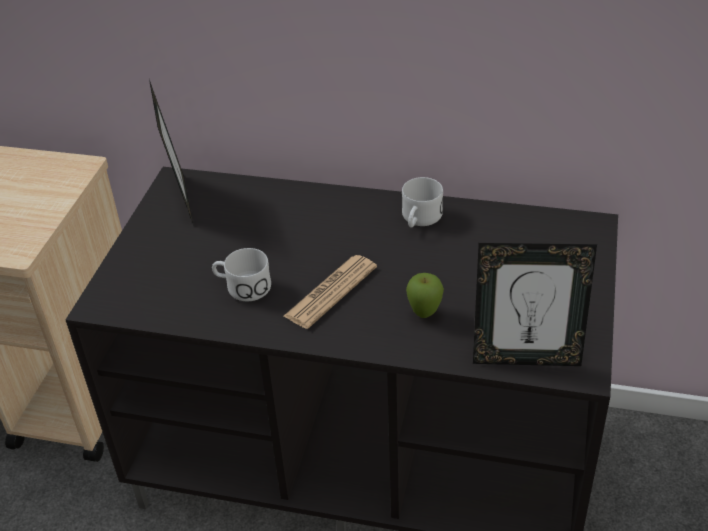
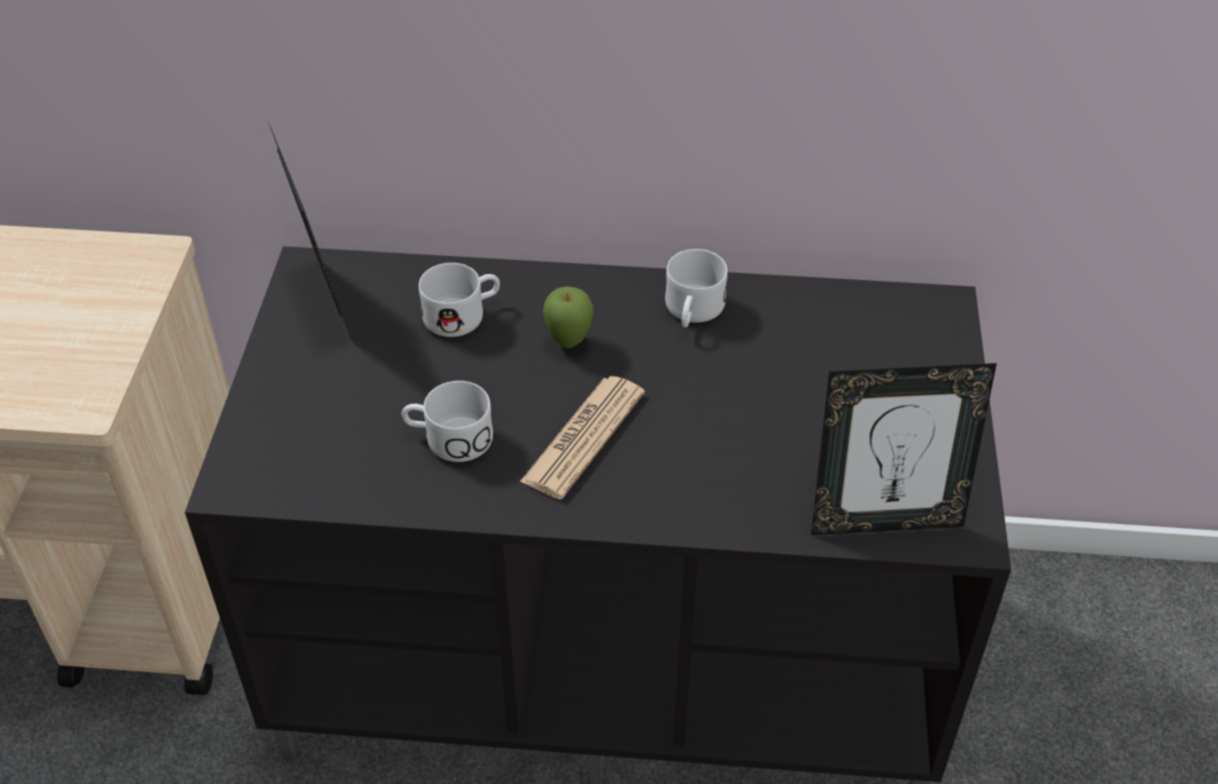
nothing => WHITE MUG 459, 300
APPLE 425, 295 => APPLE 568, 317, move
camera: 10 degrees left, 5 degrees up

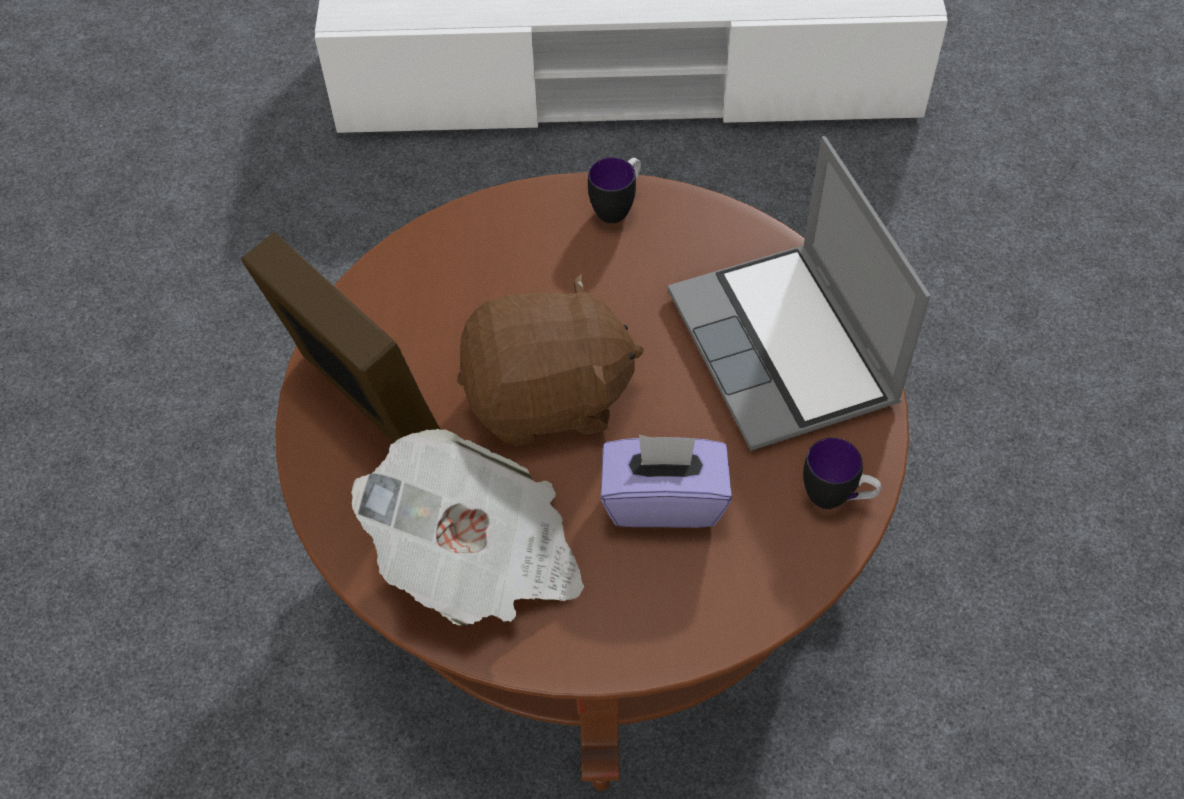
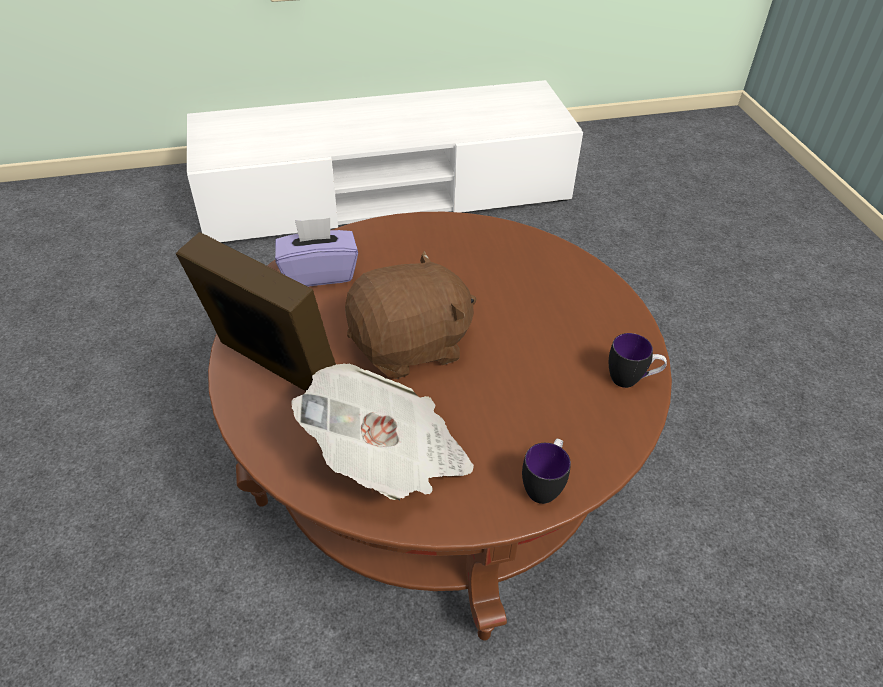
PURPLE TISSUE BOX 666, 481 => PURPLE TISSUE BOX 316, 252, move
MUG 614, 190 => MUG 546, 471, move
LAPTOP 799, 293 => nothing
camera: 15 degrees left, 10 degrees down

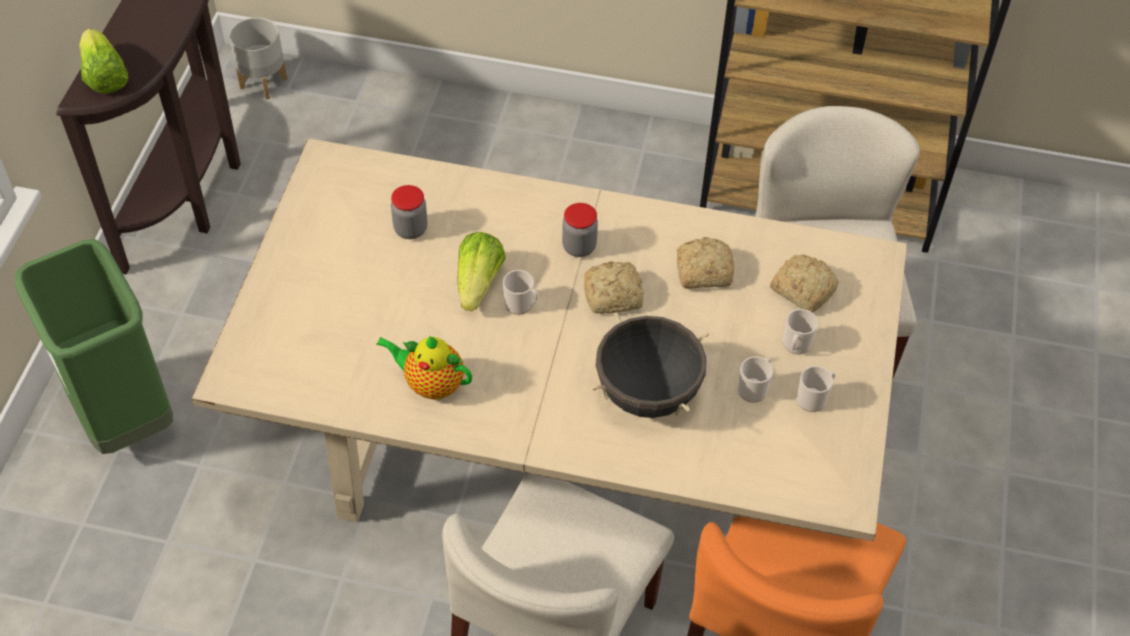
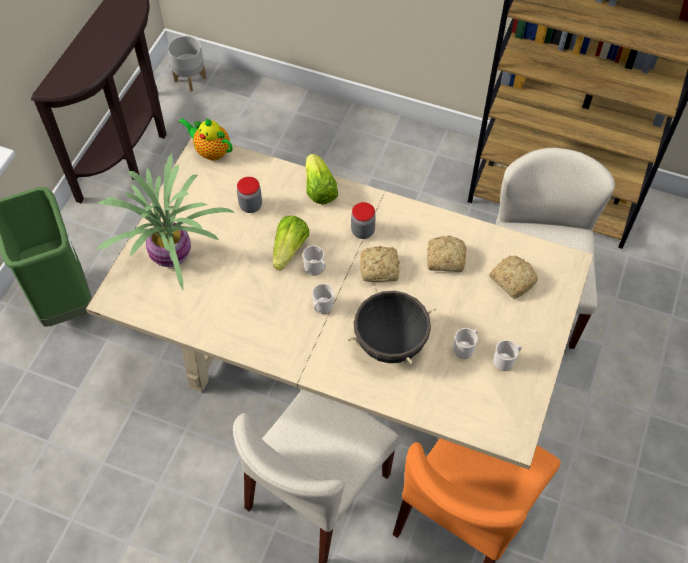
nothing => POTTED PLANT 165, 221
TEAPOT 424, 368 => TEAPOT 205, 139, move
LETTUCE 103, 61 => LETTUCE 321, 179, move
MUG 800, 331 => MUG 323, 298, move
camera: 10 degrees right, 5 degrees up

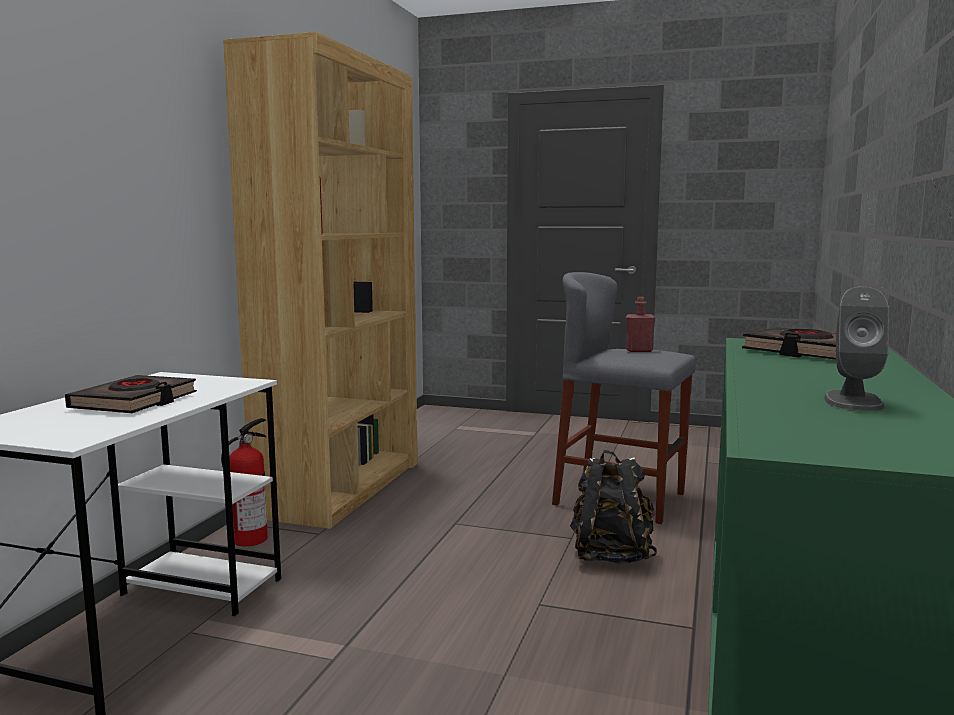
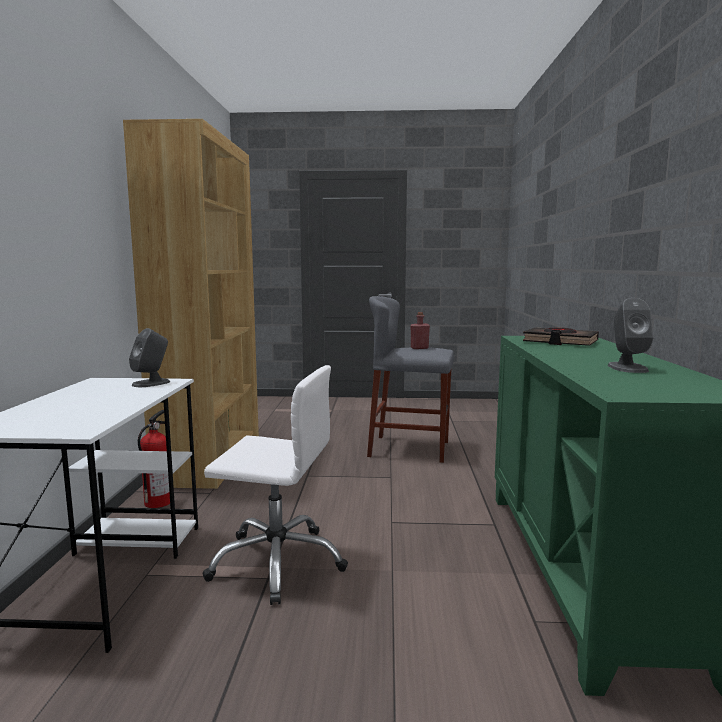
nothing => GREY SPEAKER 149, 357
nothing => WHITE OFFICE CHAIR 275, 485
BLACK BOOK 131, 394 => nothing
BLACK BACKPACK 613, 507 => nothing
camera: 15 degrees left, 0 degrees up

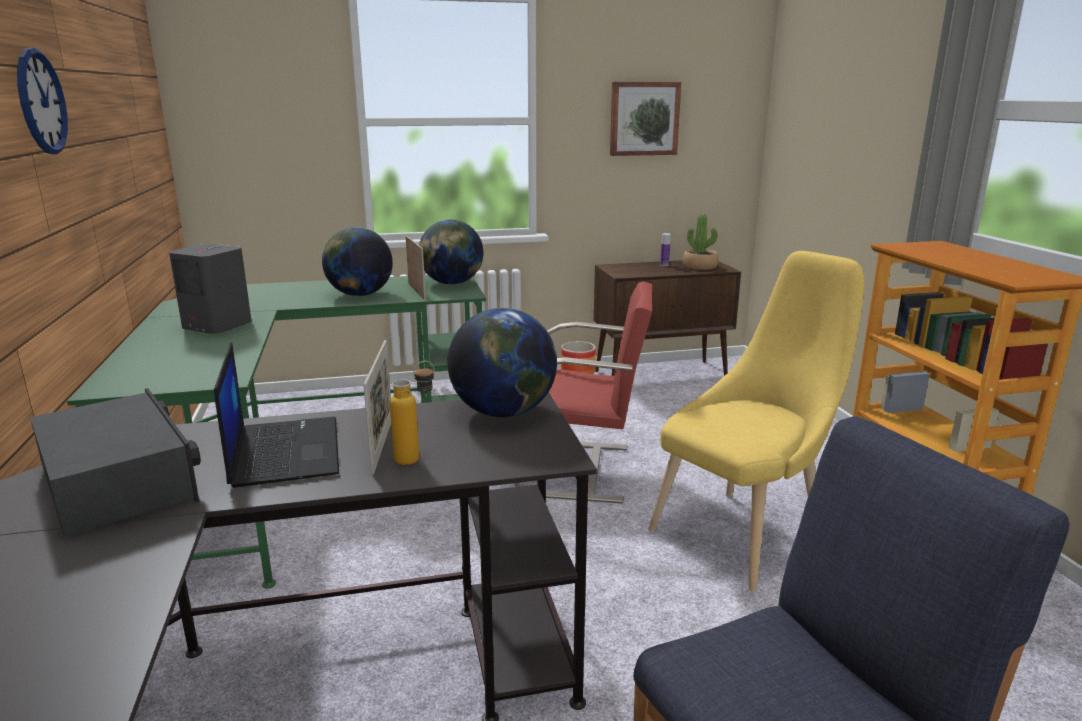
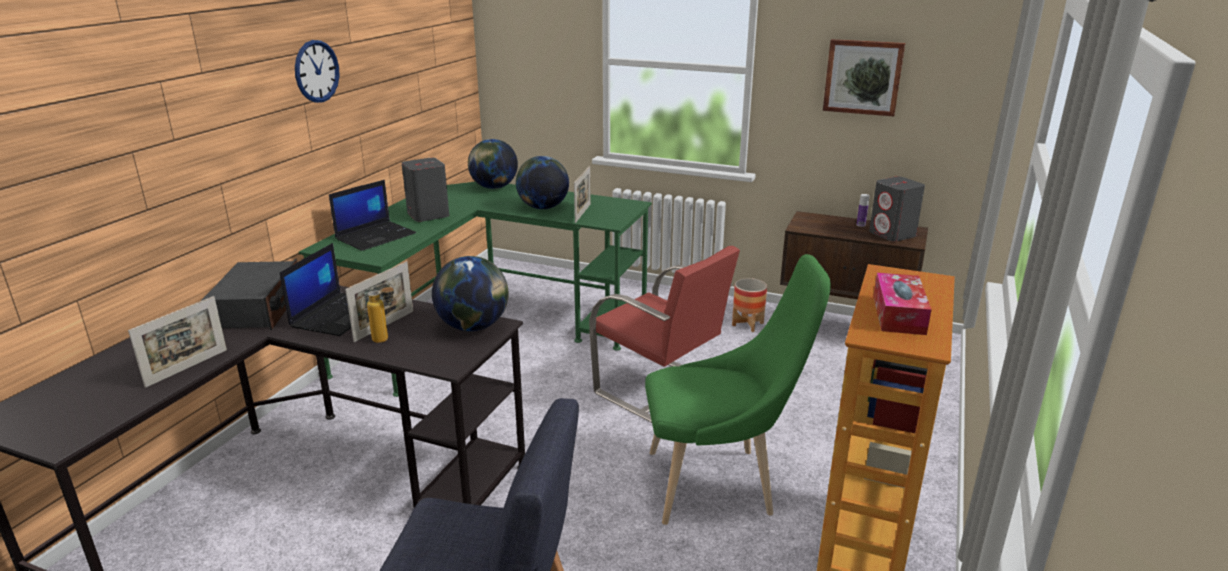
nothing => PICTURE FRAME 177, 342
nothing => LAPTOP 372, 215
GLOBE 451, 252 => GLOBE 493, 164, move
YELLOW CHAIR 756, 421 => GREEN CHAIR 738, 389
POTTED PLANT 701, 242 => GREY SPEAKER 897, 209
nothing => TISSUE BOX 902, 304
camera: 35 degrees right, 5 degrees up

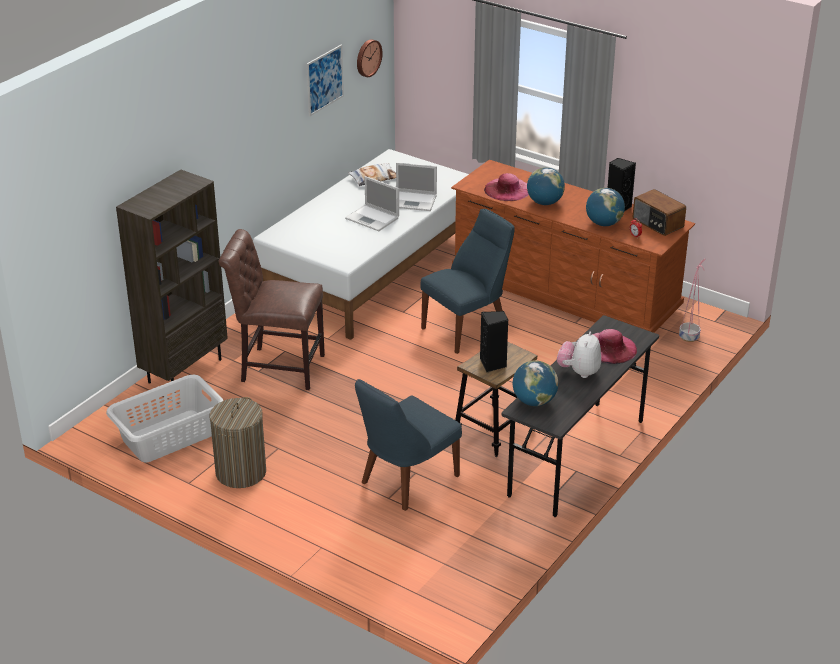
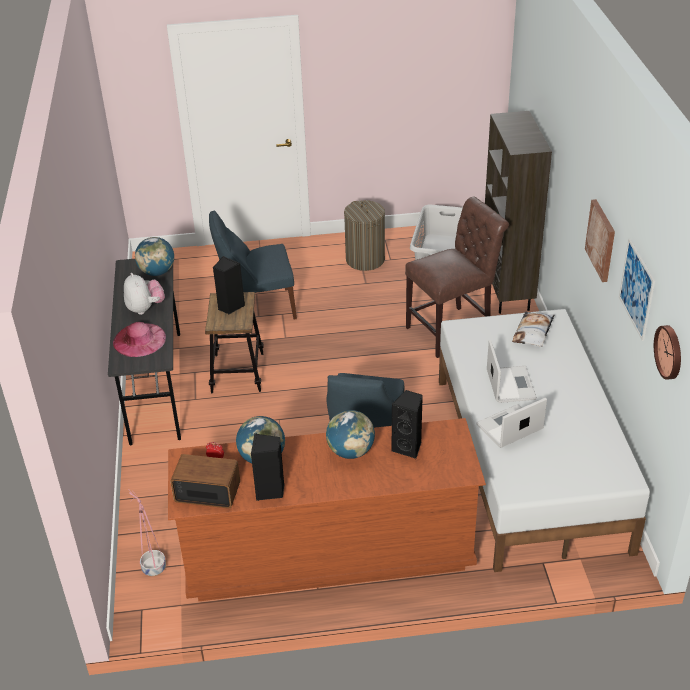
BLUE CHAIR 408, 445 => BLUE CHAIR 253, 265, 105 degrees counterclockwise
PINK HAT 506, 187 => BLACK SPEAKER 407, 424
LAPTOP 372, 203 => LAPTOP 512, 371, 90 degrees clockwise
PILLOW 372, 174 => PILLOW 533, 329, move
nothing => PICTURE 600, 240
camera: 140 degrees right, 5 degrees up

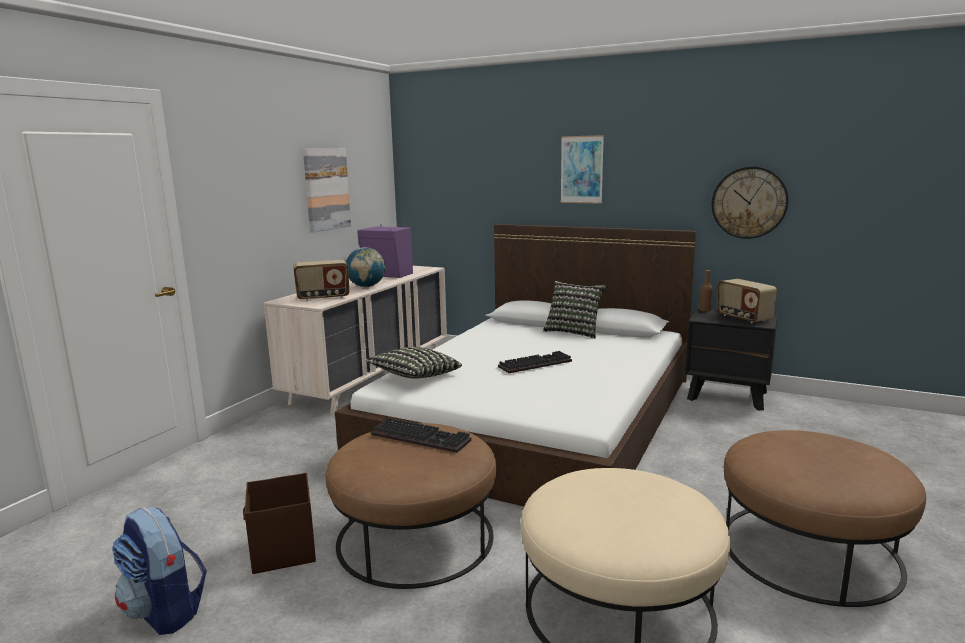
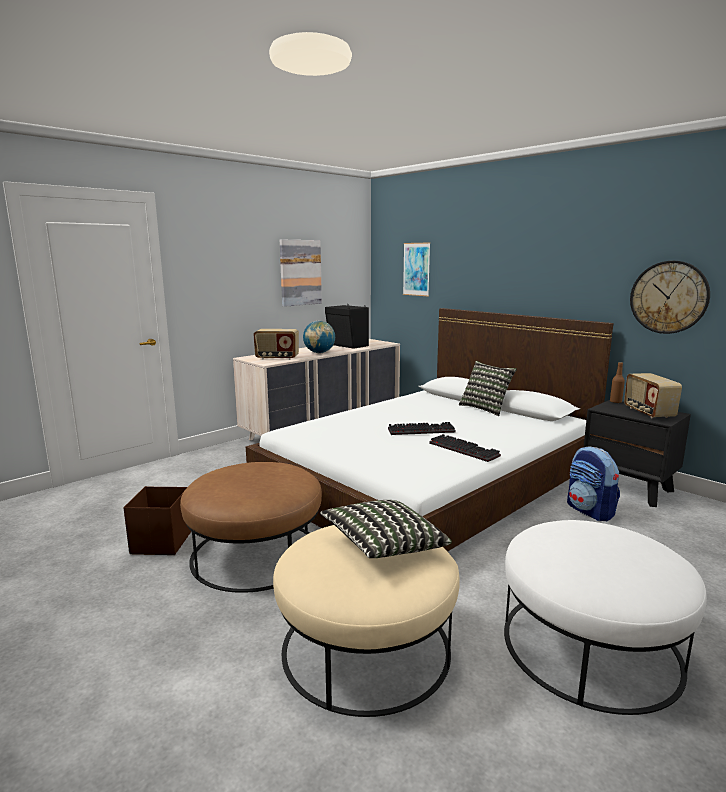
PILLOW 414, 363 => PILLOW 386, 529, move
PURPLE SPEAKER 385, 251 => BLACK SPEAKER 347, 326
PICTURE 582, 169 => PICTURE 416, 269, move
KEYBOARD 421, 435 => KEYBOARD 465, 448, move
BROWN OTTOMAN 825, 518 => WHITE OTTOMAN 605, 617
BACKPACK 159, 571 => BACKPACK 593, 483, move
camera: 20 degrees right, 0 degrees up

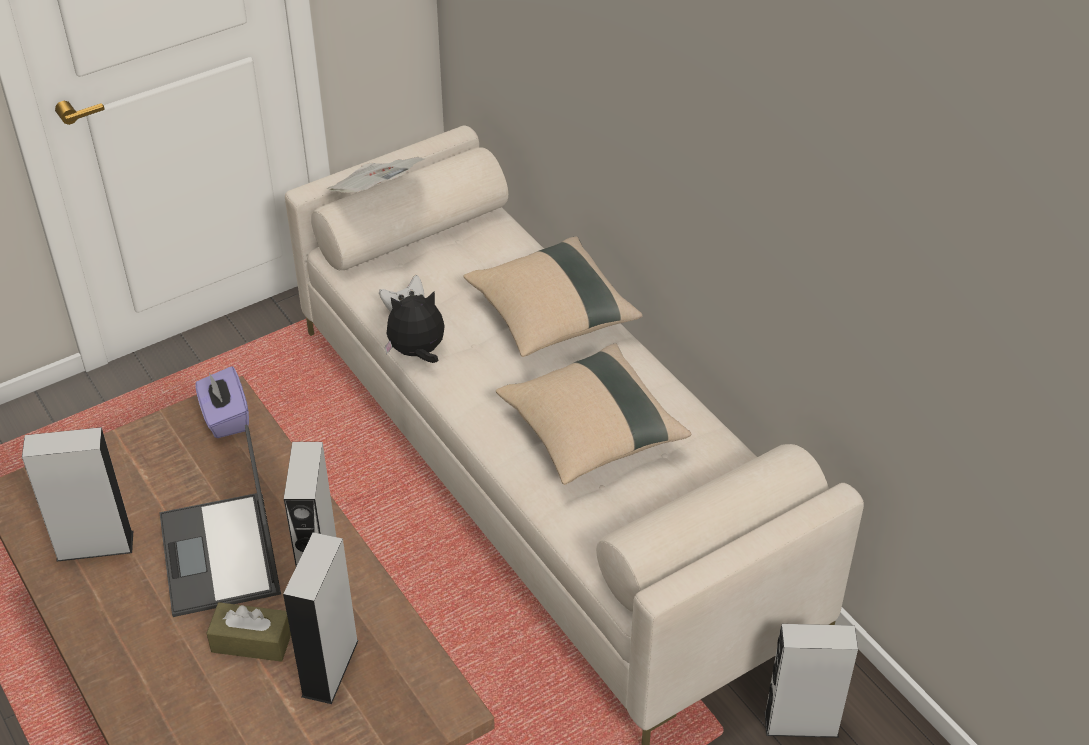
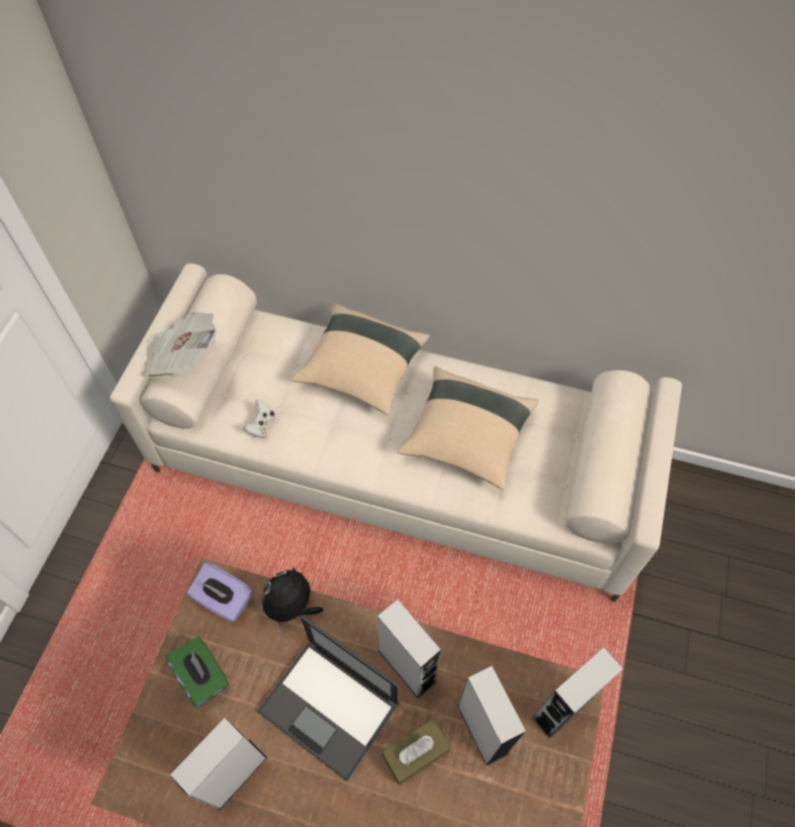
nothing => GREEN TISSUE BOX 197, 672
PLUSH TOY 414, 327 => PLUSH TOY 292, 599, move
GREY SPEAKER 811, 681 => GREY SPEAKER 578, 693, move
camera: 40 degrees left, 15 degrees up

